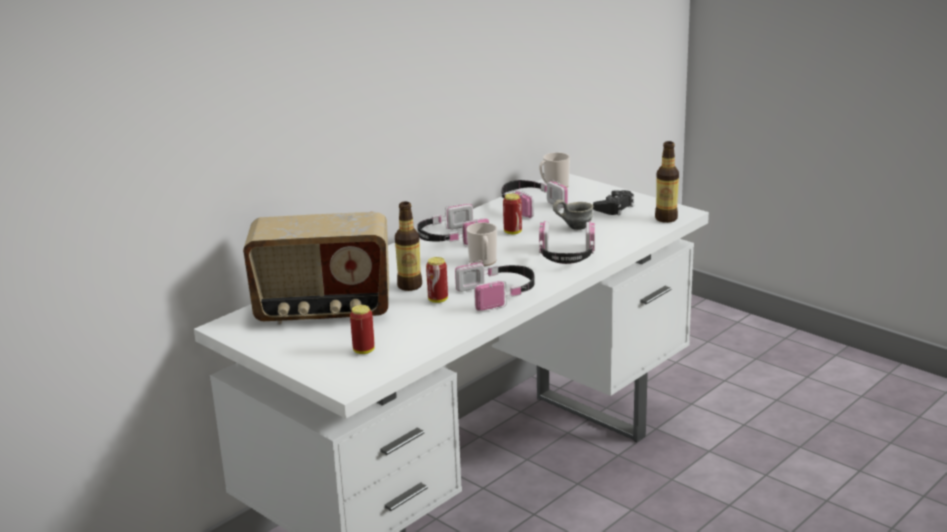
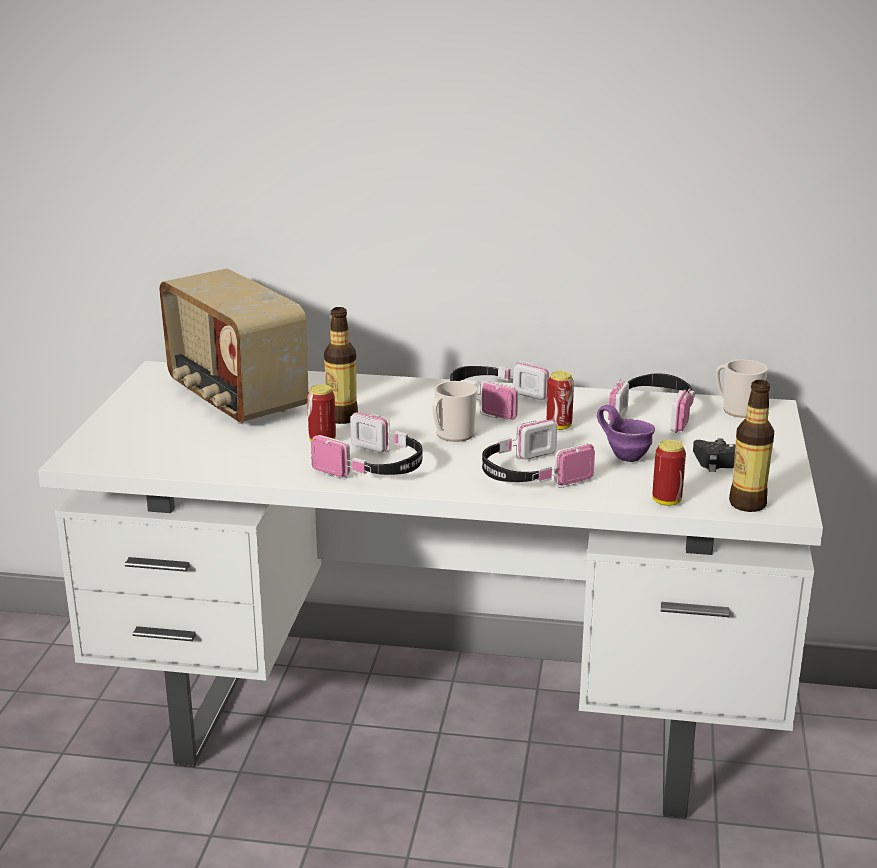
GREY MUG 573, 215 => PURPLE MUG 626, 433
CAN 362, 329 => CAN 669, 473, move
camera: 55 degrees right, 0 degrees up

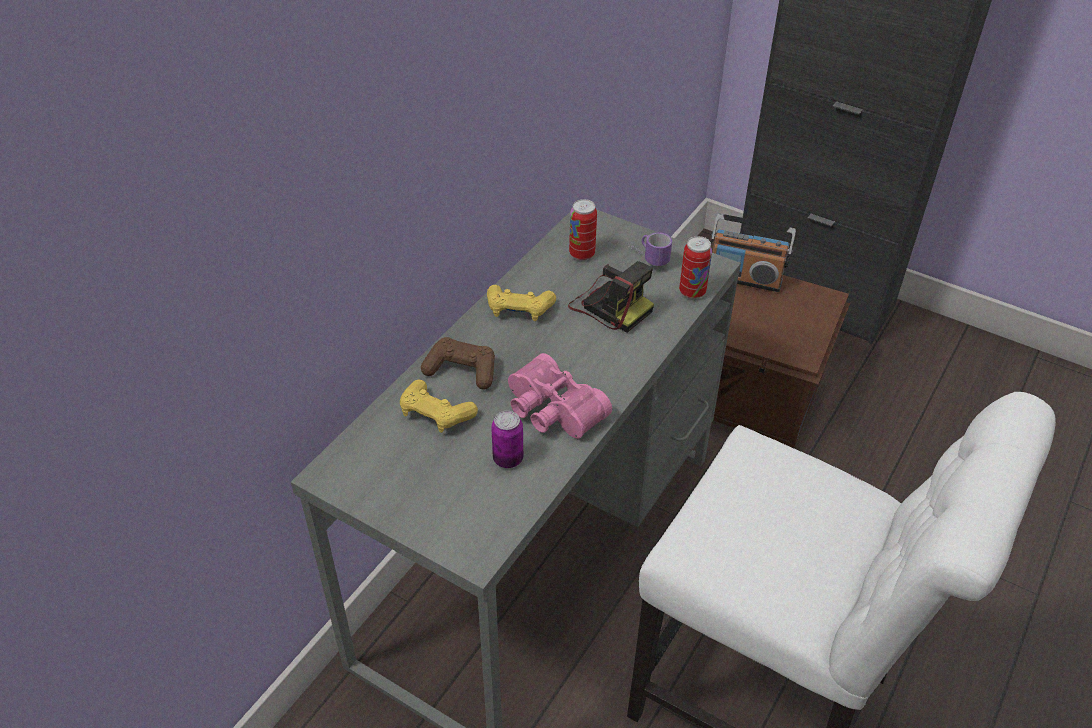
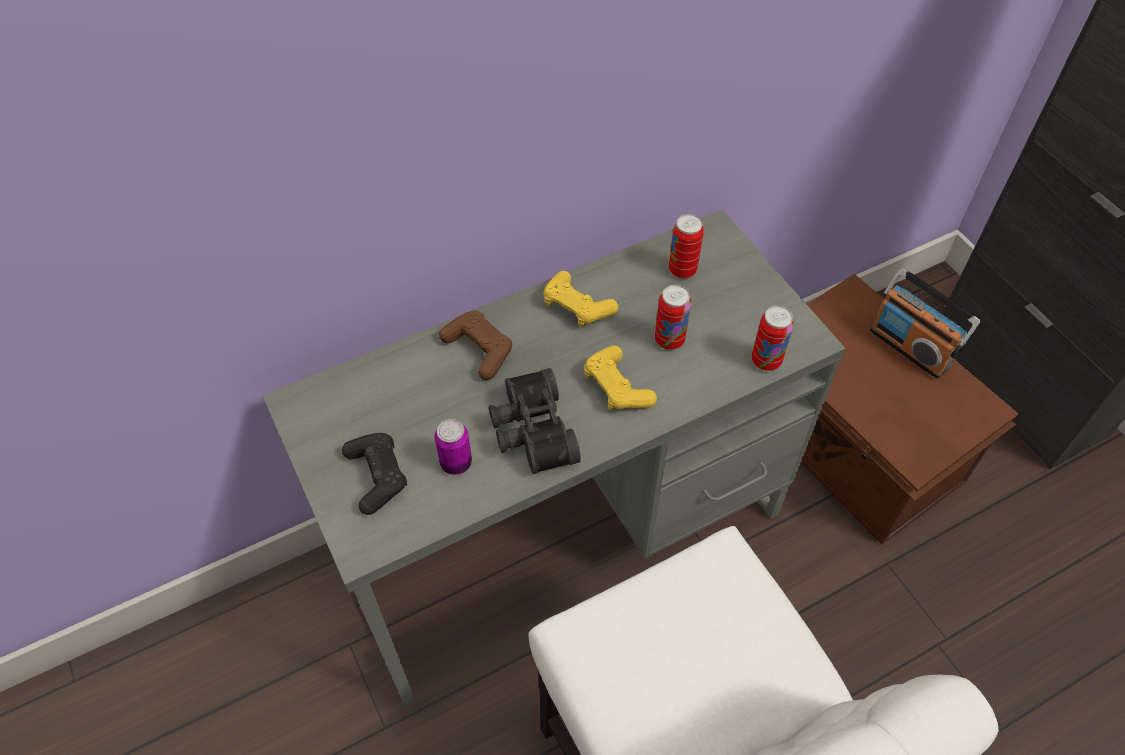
nothing => BLACK GAME CONTROLLER 374, 474
PINK BINOCULARS 560, 396 => BLACK BINOCULARS 535, 421
YELLOW GAME CONTROLLER 439, 406 => YELLOW GAME CONTROLLER 620, 377, move
PHOTO CAMERA 611, 297 => CAN 673, 317
MUG 648, 249 => nothing
camera: 30 degrees right, 10 degrees up

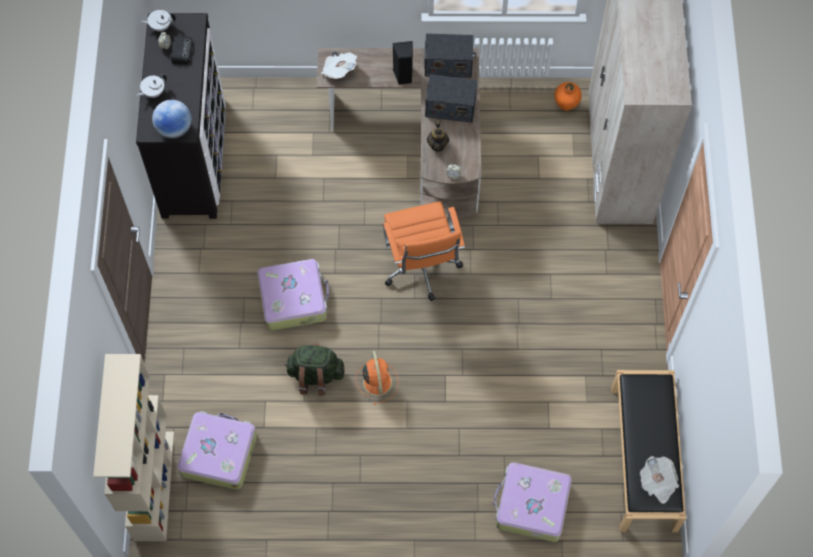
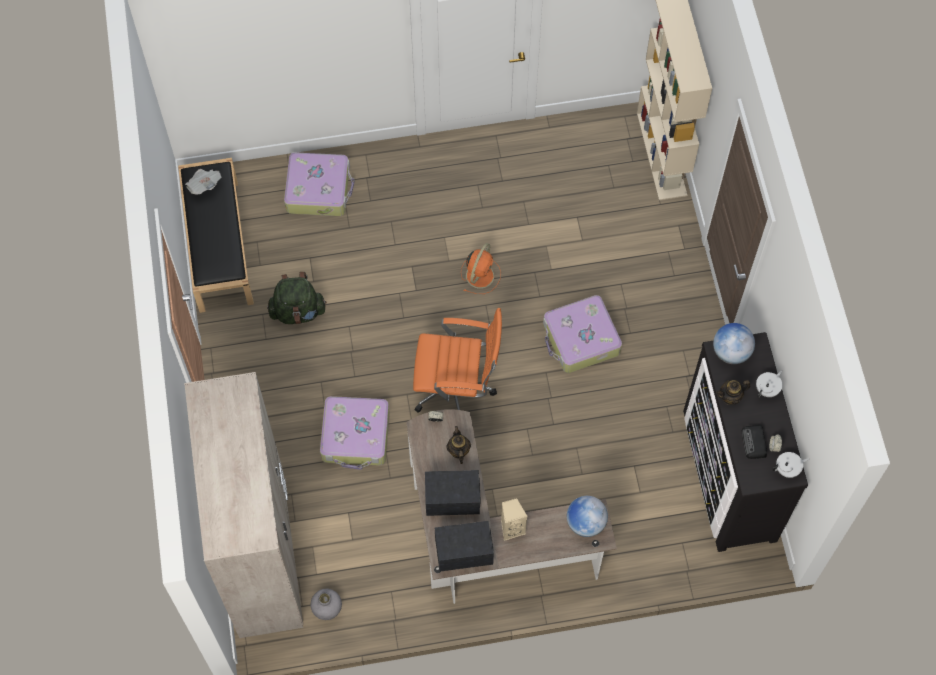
GREEN BACKPACK 315, 369 => GREEN BACKPACK 297, 298, move
ORANGE VASE 568, 96 => GREY VASE 326, 604
SUITCASE 217, 450 => SUITCASE 355, 433, move
ORANGE OFFICE CHAIR 424, 251 => ORANGE OFFICE CHAIR 457, 360, 120 degrees clockwise
ORANGE FAN 377, 378 => ORANGE FAN 481, 268, 135 degrees counterclockwise
BLACK SPEAKER 402, 63 => BEIGE SPEAKER 514, 519
NEWSPAPER 339, 65 => GLOBE 587, 516
nothing => TEAPOT 733, 392
camera: 170 degrees right, 0 degrees up

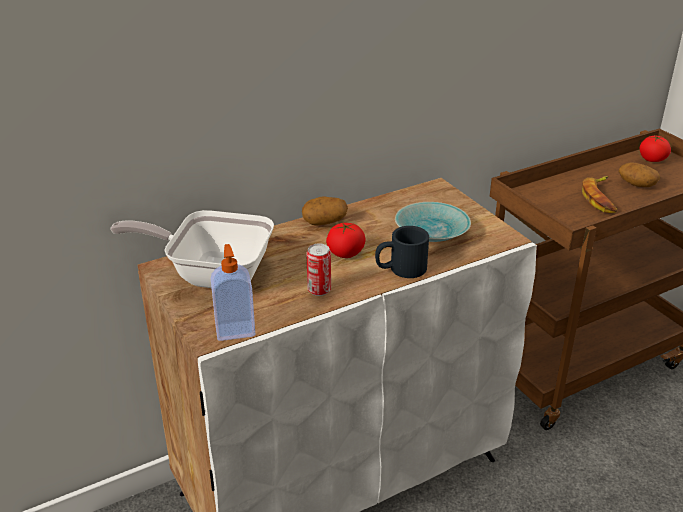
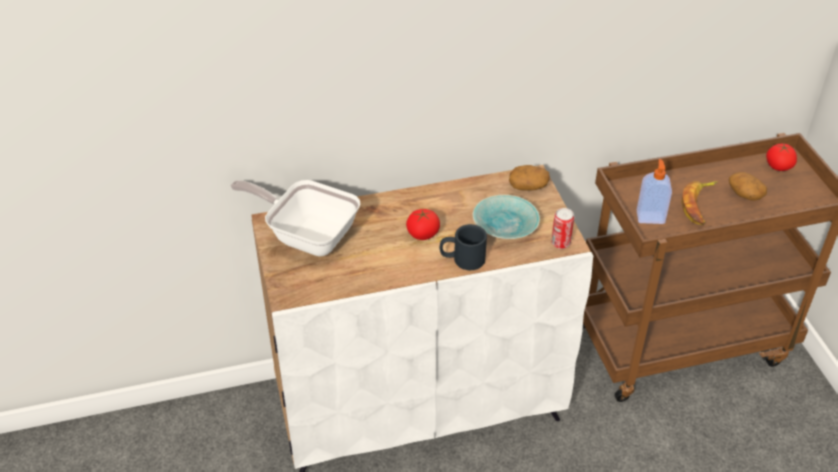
POTATO 325, 210 => POTATO 529, 178, move
CAN 318, 269 => CAN 562, 228, move
SOAP DISPENSER 233, 292 => SOAP DISPENSER 654, 191, move
camera: 15 degrees right, 10 degrees up

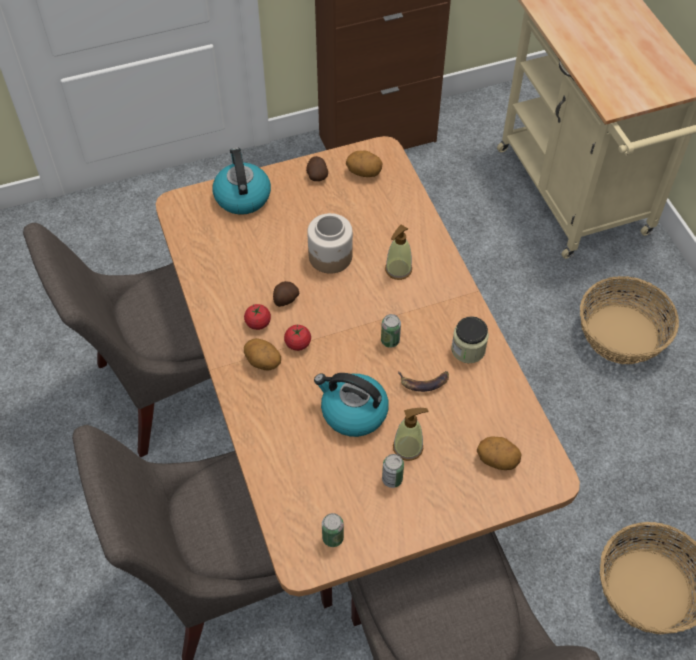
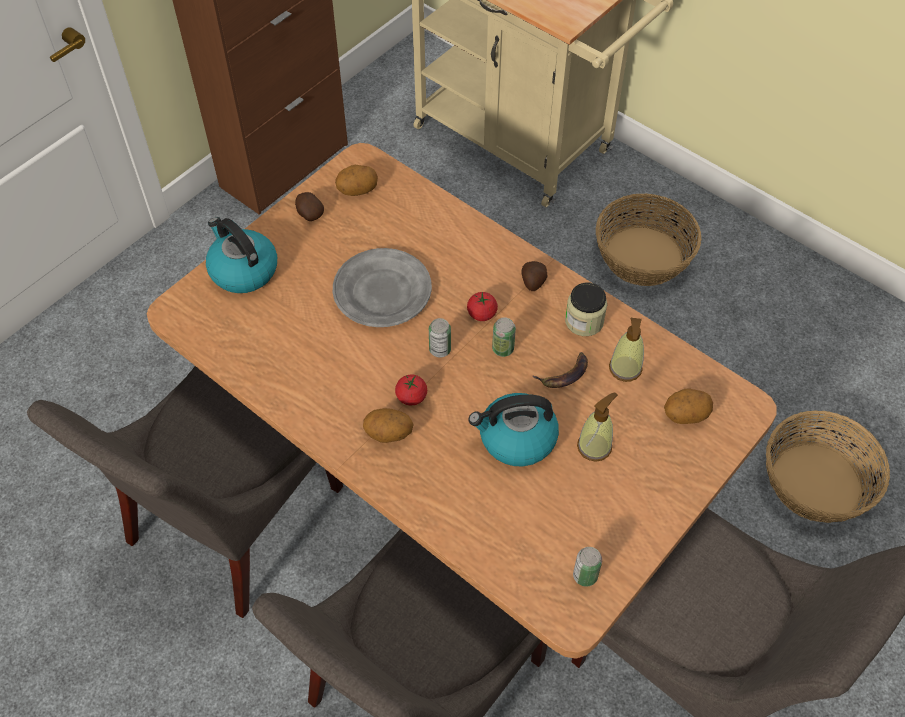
JAR 330, 243 => GREY PLATE 382, 287
CAN 393, 471 => CAN 440, 337, move
TOMATO 257, 317 => TOMATO 482, 306, move
POTATO 286, 294 => POTATO 534, 276, move
SOAP DISPENSER 398, 252 => SOAP DISPENSER 626, 350, move
camera: 30 degrees left, 0 degrees up

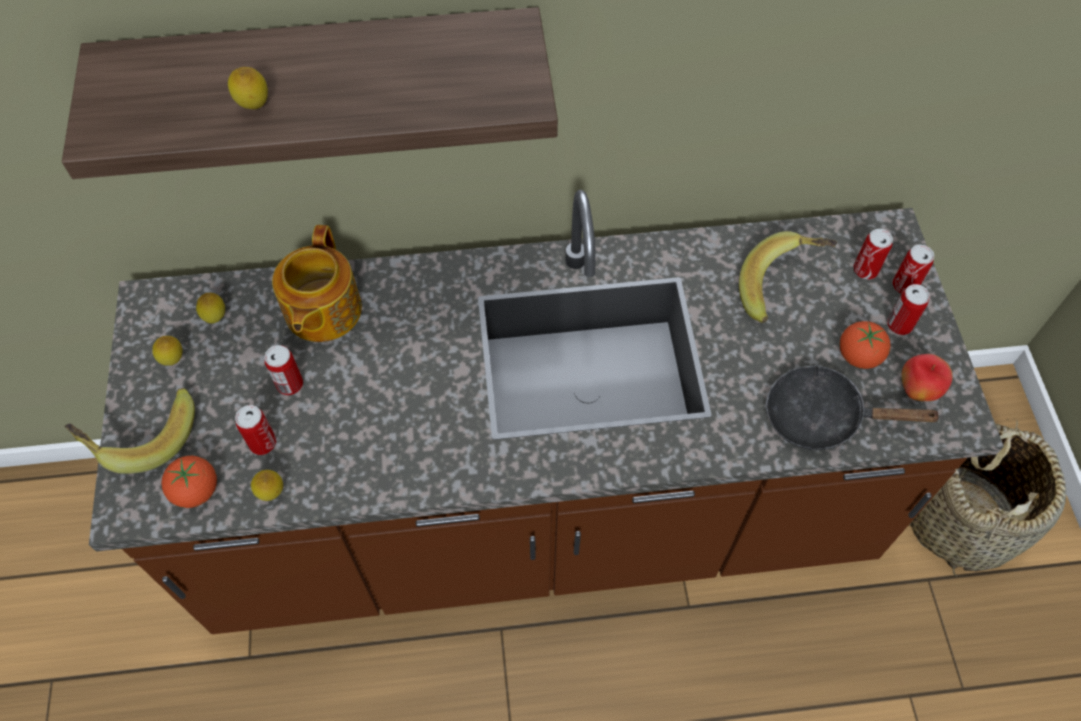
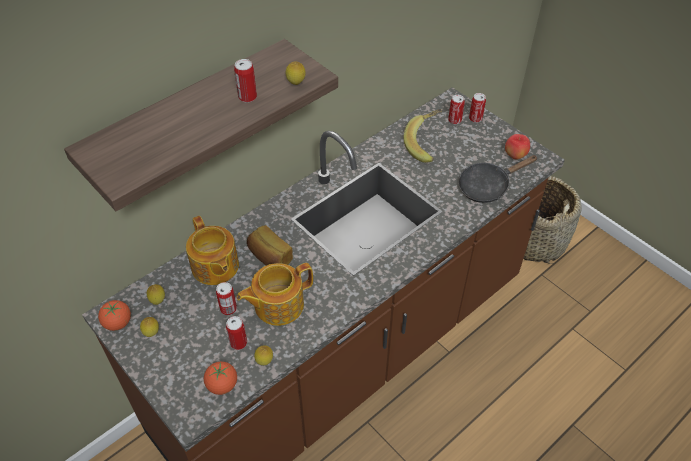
TOMATO 865, 345 => TOMATO 114, 315, move
CAN 908, 309 => CAN 245, 81, move
nothing => TEAPOT 275, 294
nothing => BREAD 270, 245
LEMON 248, 88 => LEMON 296, 73, move
BANANA 130, 431 => nothing
camera: 35 degrees left, 10 degrees down

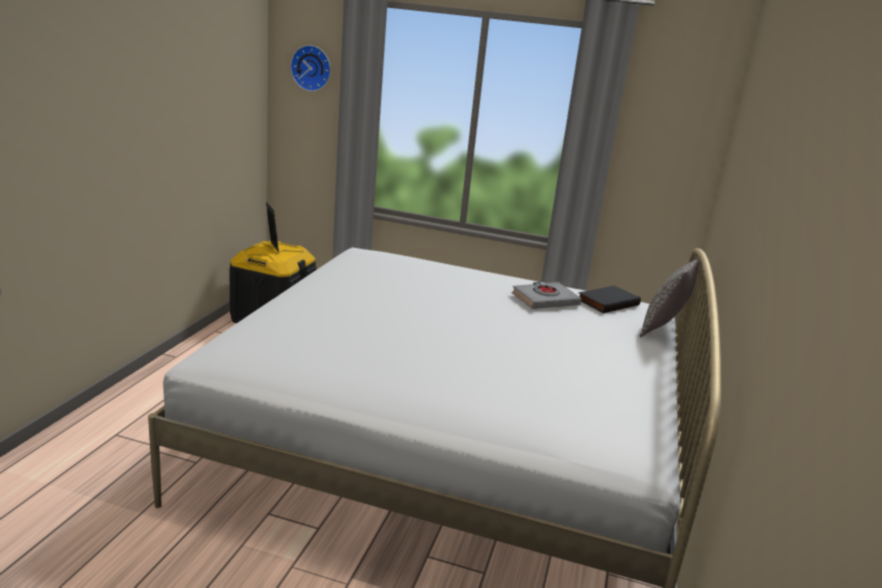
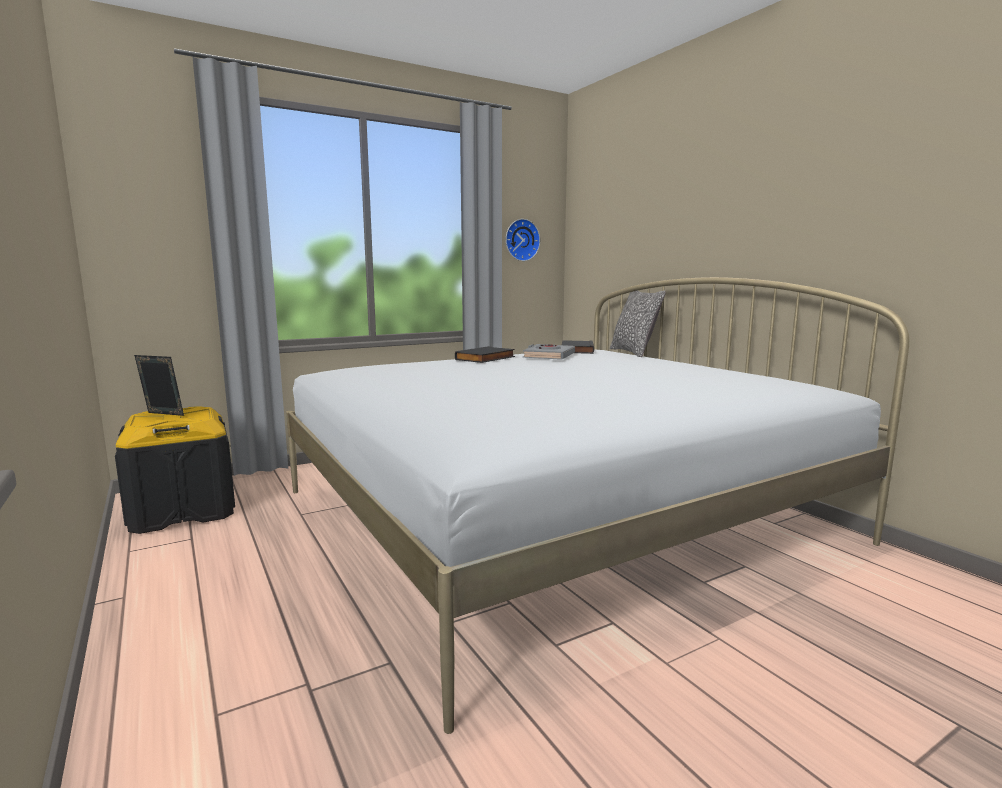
nothing => BLACK BOOK 485, 354
WALL CLOCK 310, 68 => WALL CLOCK 523, 240, move
camera: 45 degrees left, 10 degrees down

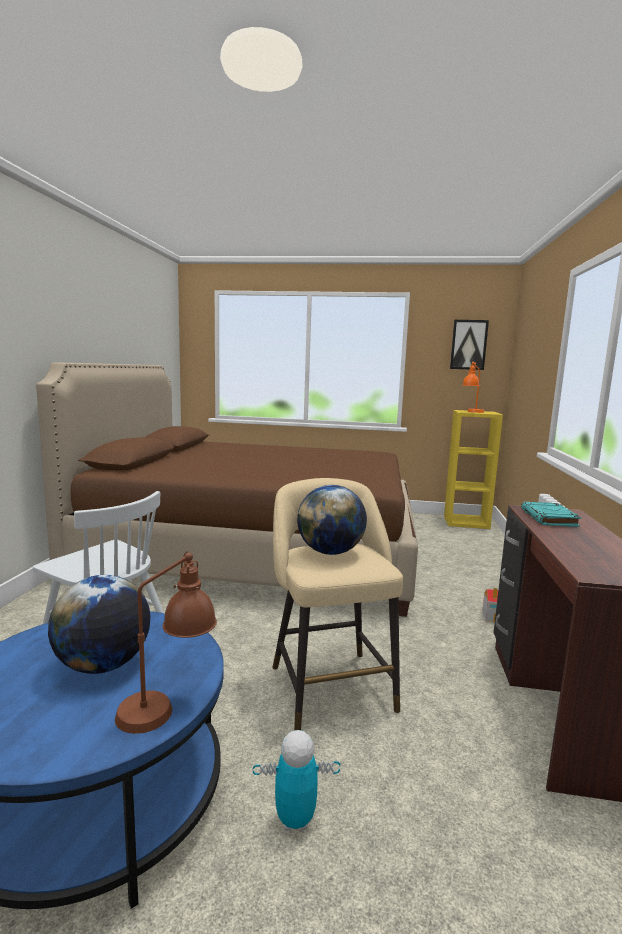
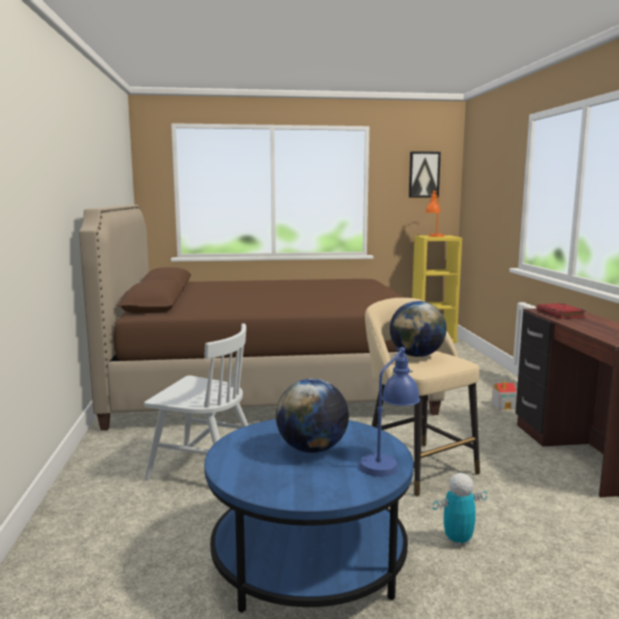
BROWN TABLE LAMP 166, 642 => BLUE TABLE LAMP 389, 412
TURQUOISE BOOK 551, 514 => RED BOOK 561, 311
camera: 15 degrees left, 0 degrees up

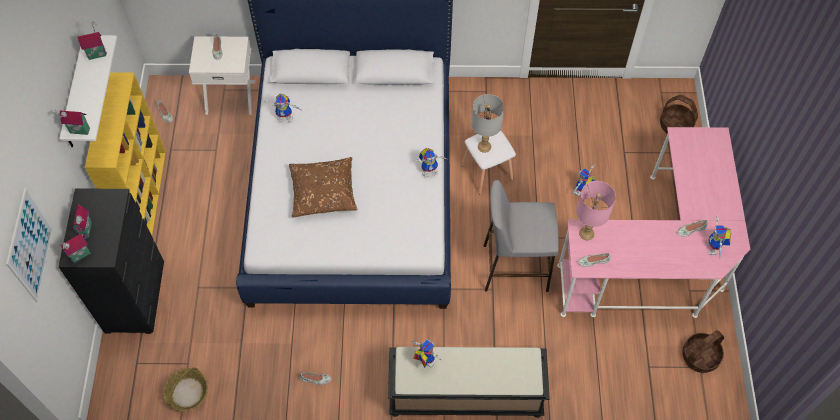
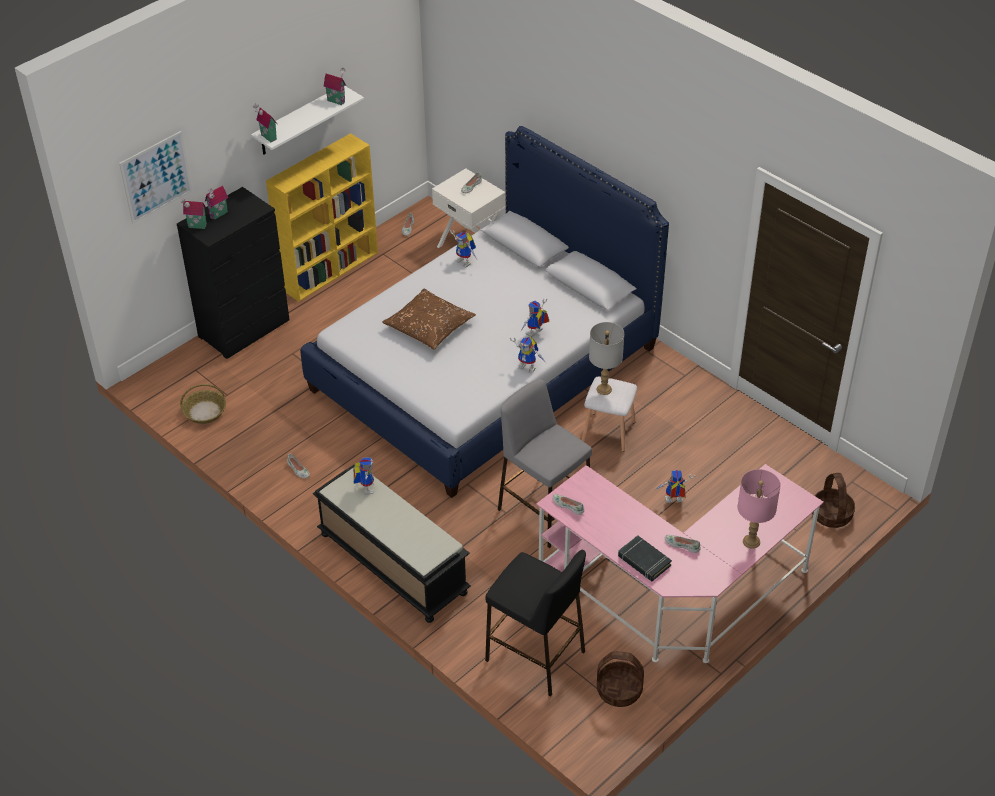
nothing => BLACK STOOL 535, 623
TOY ROBOT 718, 236 => TOY ROBOT 535, 318, move
nothing => BLACK BOOK 645, 558
PINK TABLE LAMP 596, 210 => PINK TABLE LAMP 759, 509, move
camera: 45 degrees right, 15 degrees down

